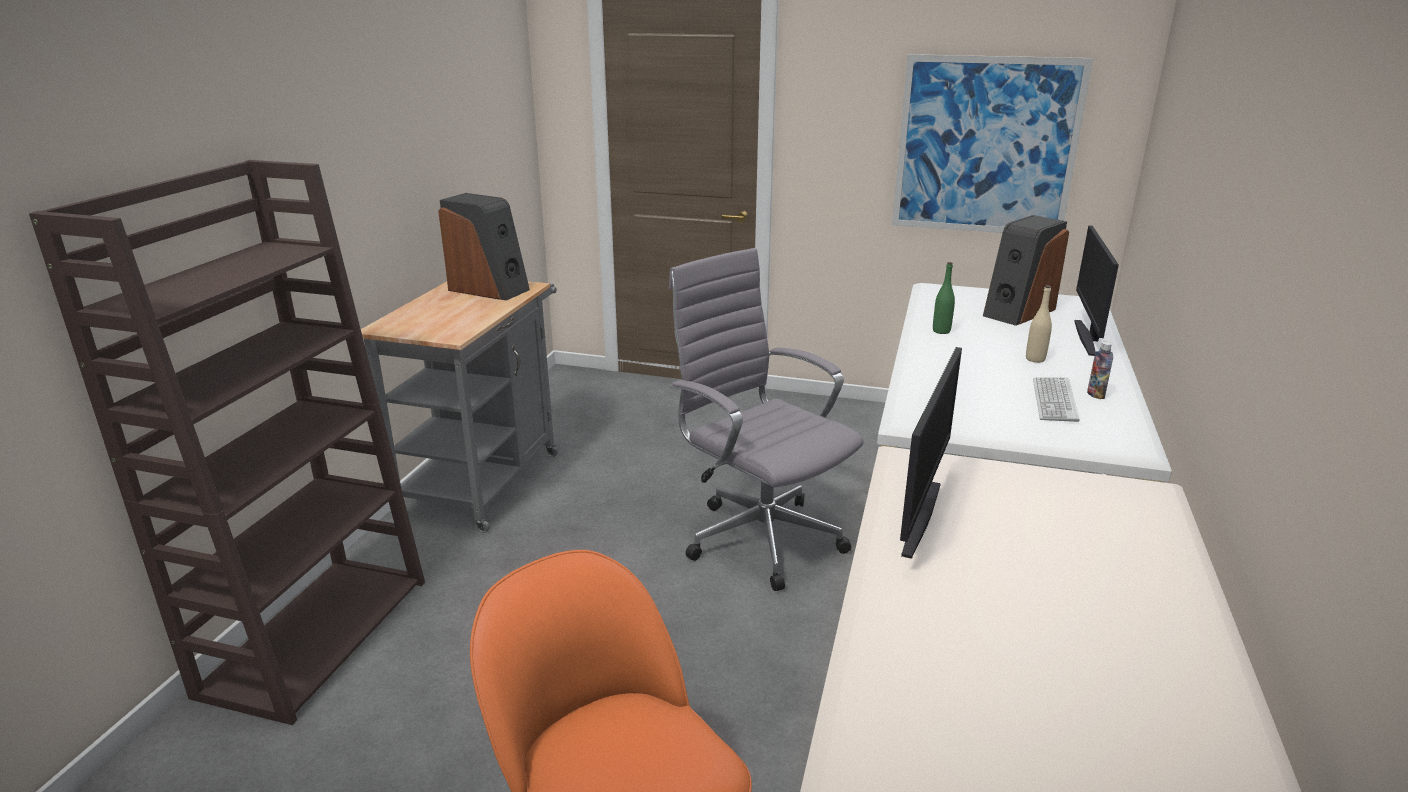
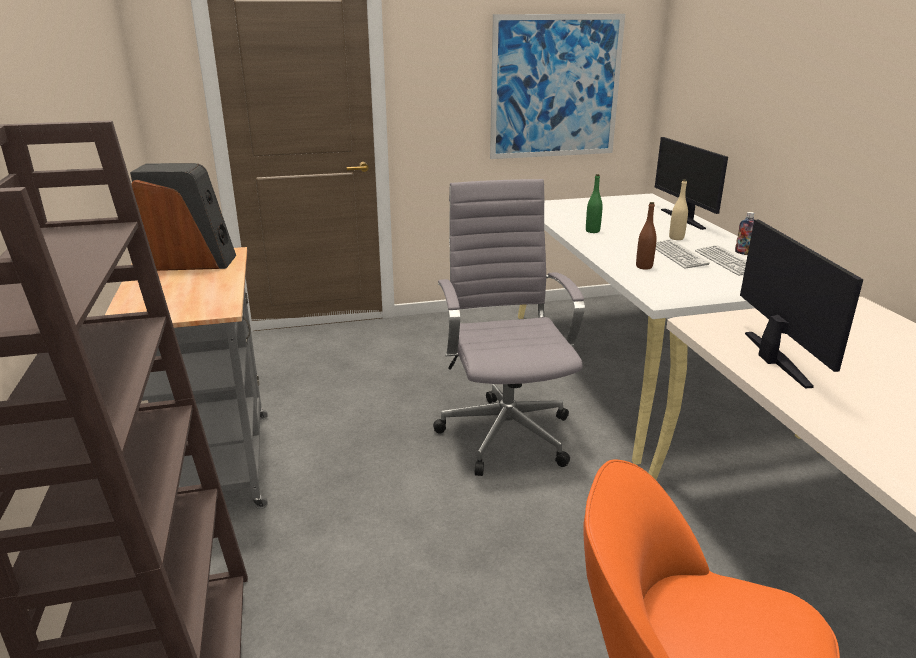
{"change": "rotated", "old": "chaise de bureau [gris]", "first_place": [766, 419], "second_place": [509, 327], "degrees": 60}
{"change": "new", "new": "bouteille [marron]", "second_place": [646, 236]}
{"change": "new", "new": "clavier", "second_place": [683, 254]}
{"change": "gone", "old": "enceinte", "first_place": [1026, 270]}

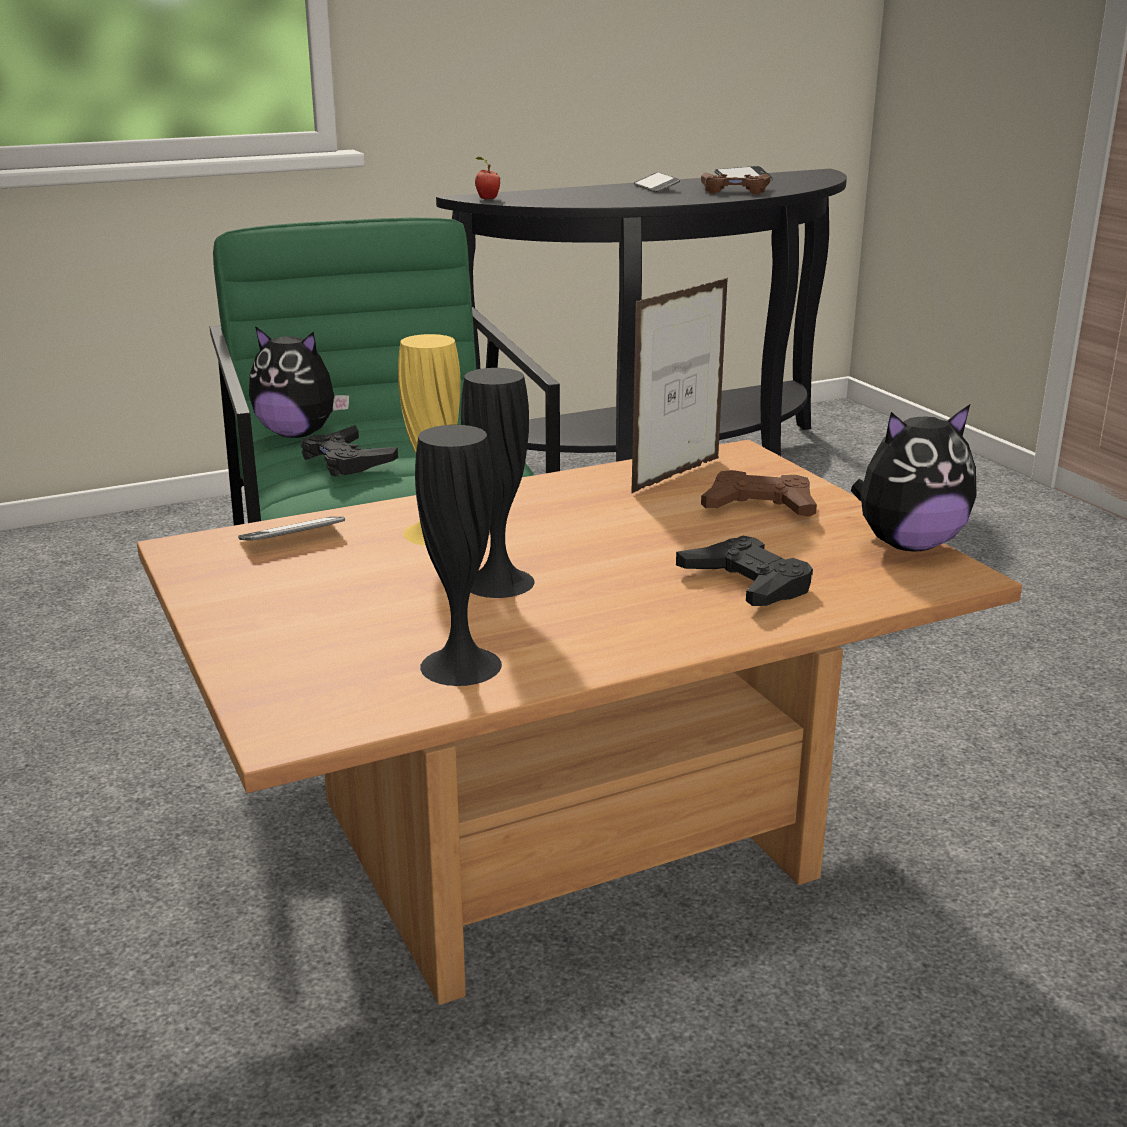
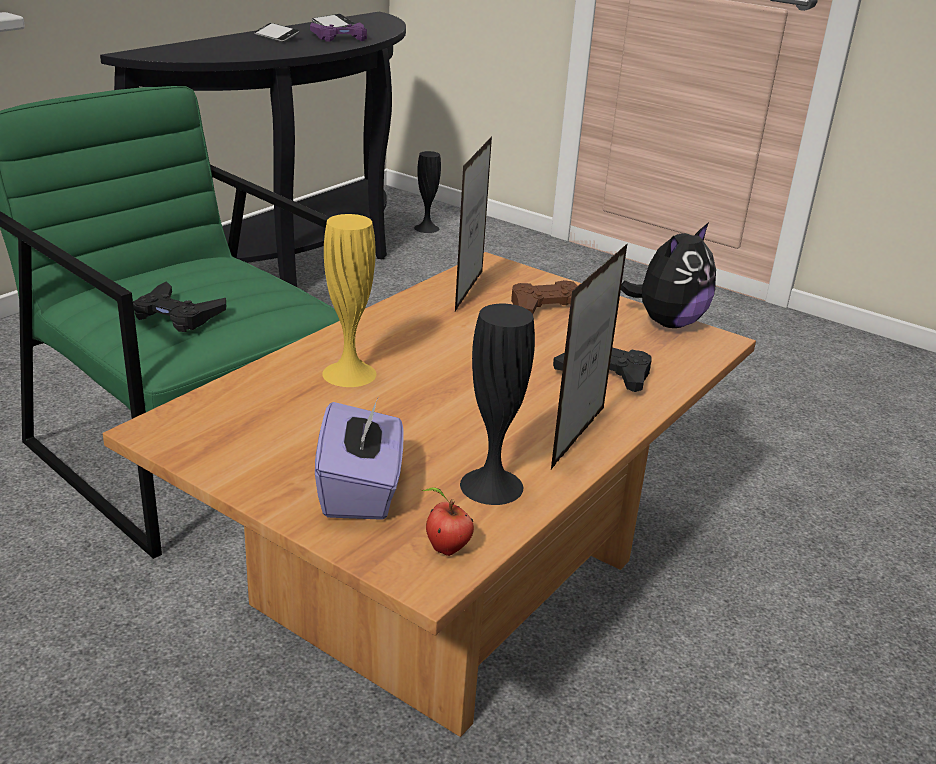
{"change": "repainted", "old": "manette [marron]", "new": "manette [violet]", "first_place": [735, 183], "second_place": [338, 32]}
{"change": "new", "new": "boîte à mouchoirs [violet]", "second_place": [359, 458]}
{"change": "shifted", "old": "vase [noir]", "first_place": [498, 483], "second_place": [427, 192]}
{"change": "shifted", "old": "pomme", "first_place": [487, 178], "second_place": [448, 521]}
{"change": "new", "new": "cadre photo", "second_place": [589, 356]}
{"change": "gone", "old": "téléphone", "first_place": [291, 529]}
{"change": "gone", "old": "peluche", "first_place": [299, 382]}

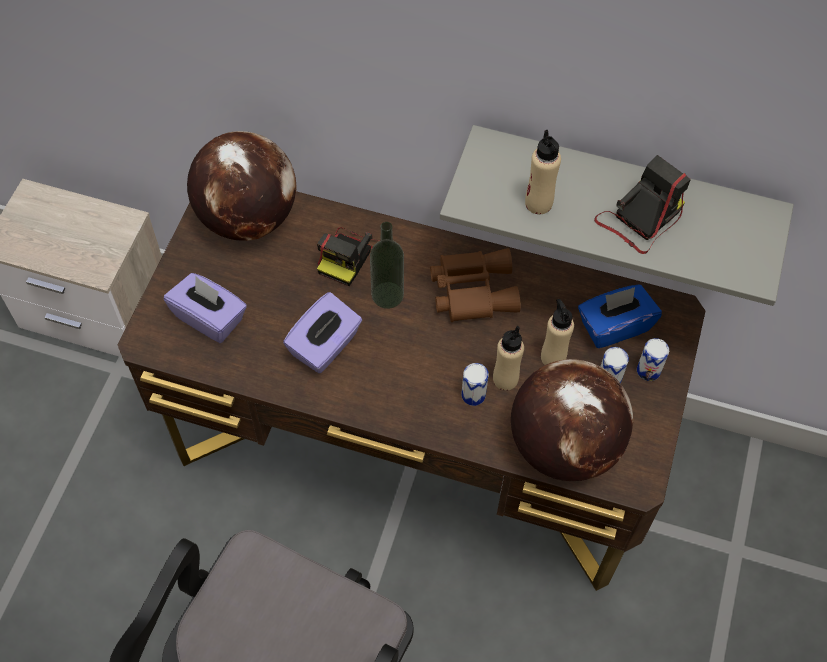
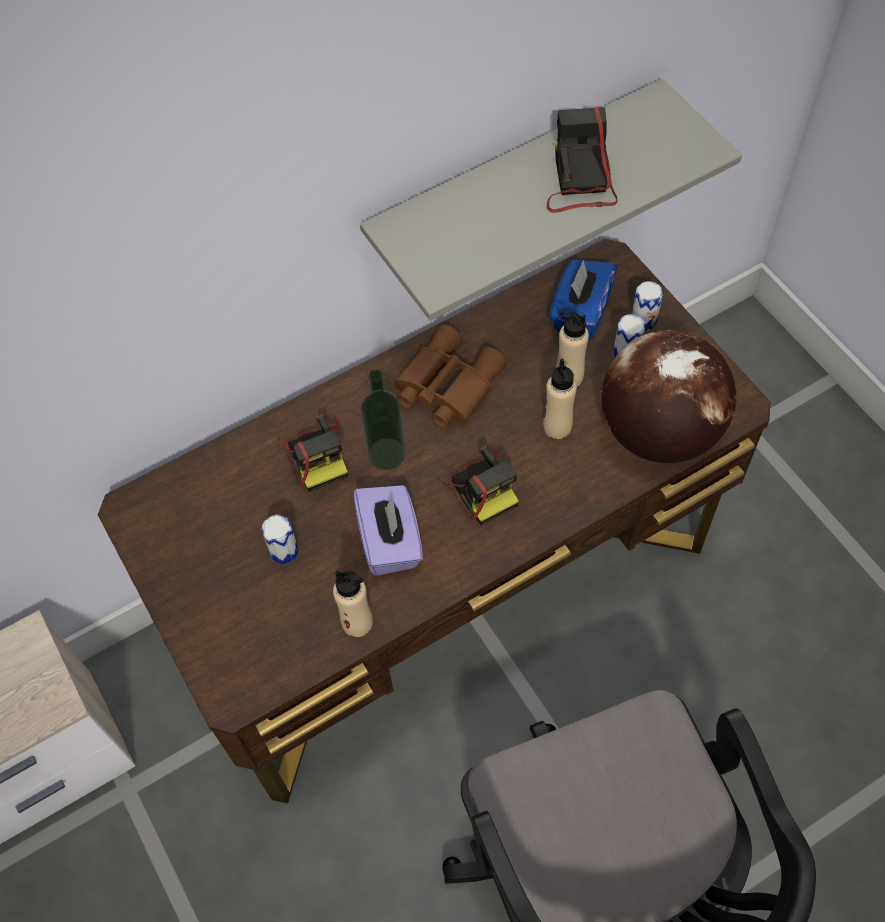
{"change": "shifted", "old": "boîte métallique", "first_place": [475, 384], "second_place": [280, 539]}
{"change": "shifted", "old": "bouteille [beige]", "first_place": [543, 172], "second_place": [353, 603]}
{"change": "new", "new": "appareil photo", "second_place": [478, 484]}
{"change": "gone", "old": "boîte à mouchoirs [violet]", "first_place": [205, 308]}
{"change": "gone", "old": "globe", "first_place": [241, 186]}

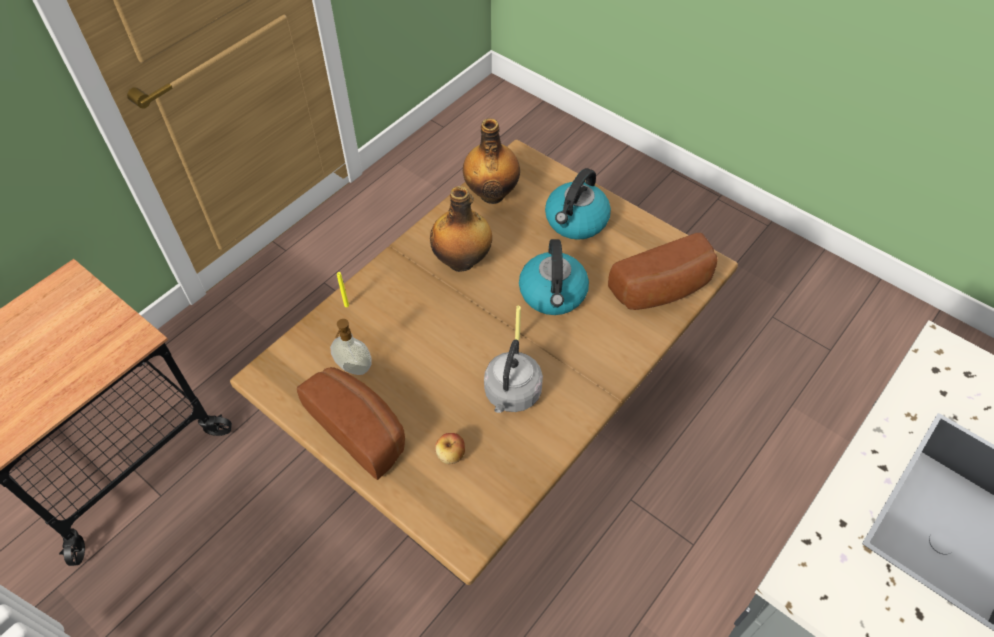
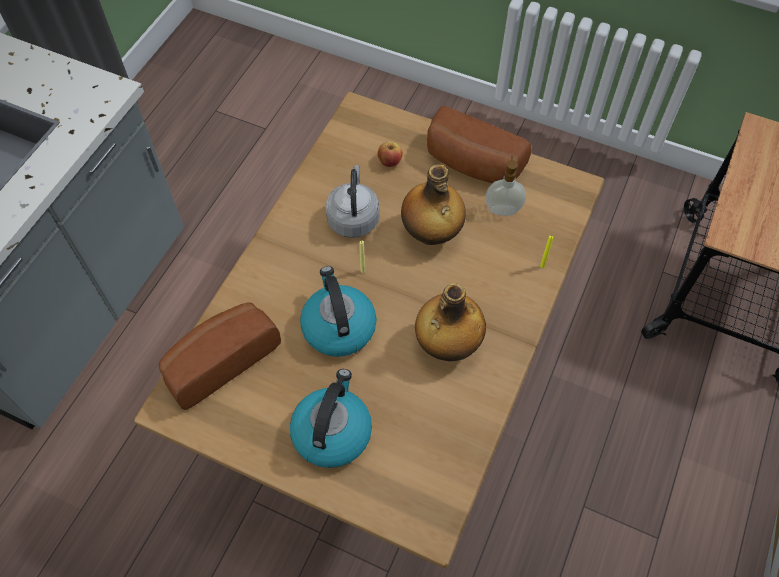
{"change": "shifted", "old": "bouteille", "first_place": [491, 161], "second_place": [433, 204]}

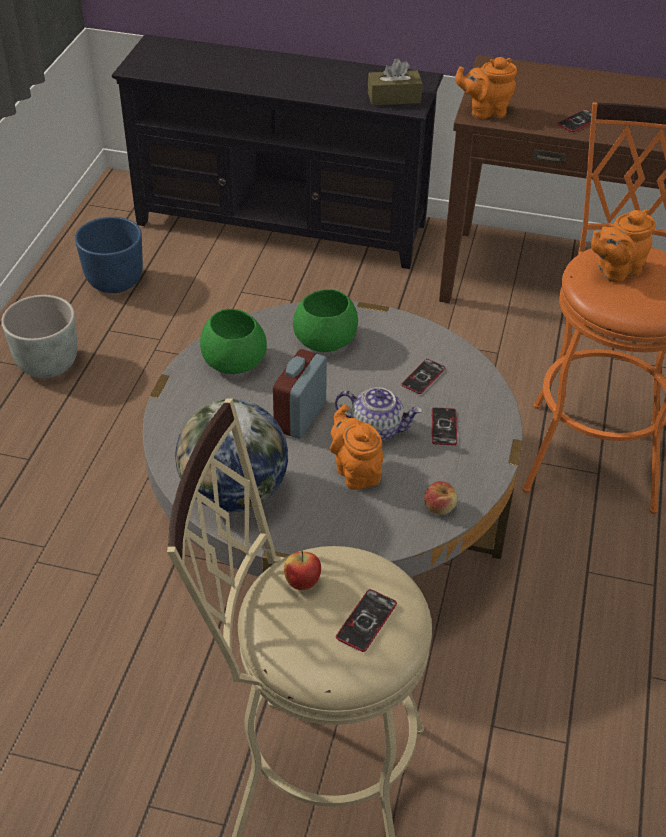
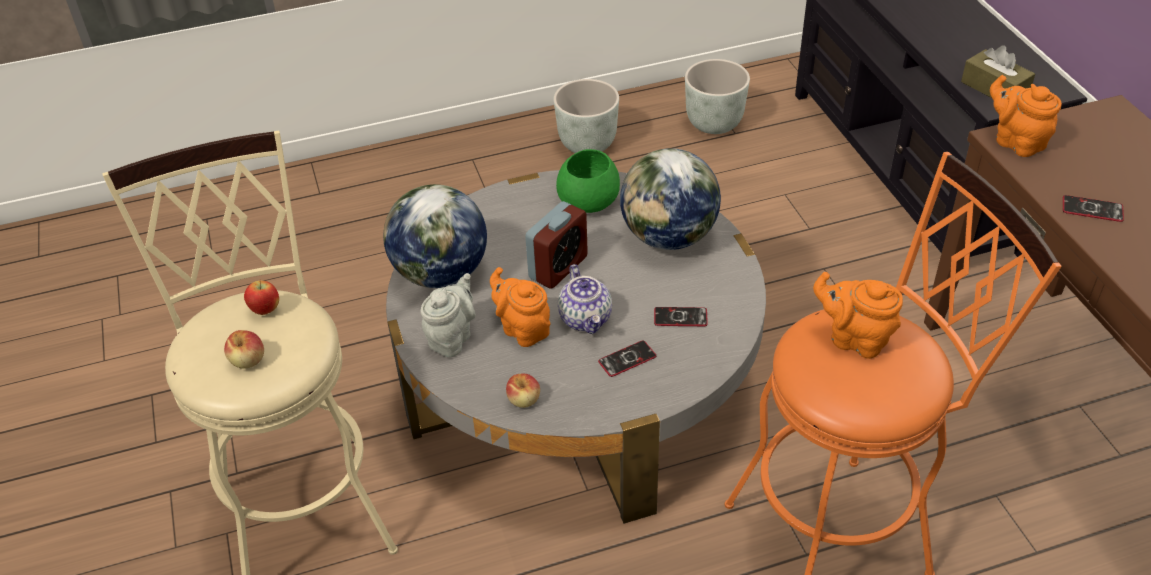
{"change": "swapped", "old": "téléphone", "new": "pomme", "first_place": [366, 620], "second_place": [244, 349]}
{"change": "new", "new": "théière [gris]", "second_place": [448, 315]}
{"change": "rotated", "old": "théière [orange]", "first_place": [356, 447], "second_place": [520, 307], "degrees": -75}
{"change": "rotated", "old": "réveil", "first_place": [300, 394], "second_place": [556, 245], "degrees": 135}
{"change": "swapped", "old": "bol [vert]", "new": "globe", "first_place": [325, 320], "second_place": [670, 199]}
{"change": "repainted", "old": "cache-pot [bleu]", "new": "cache-pot [gris]", "first_place": [109, 255], "second_place": [717, 96]}

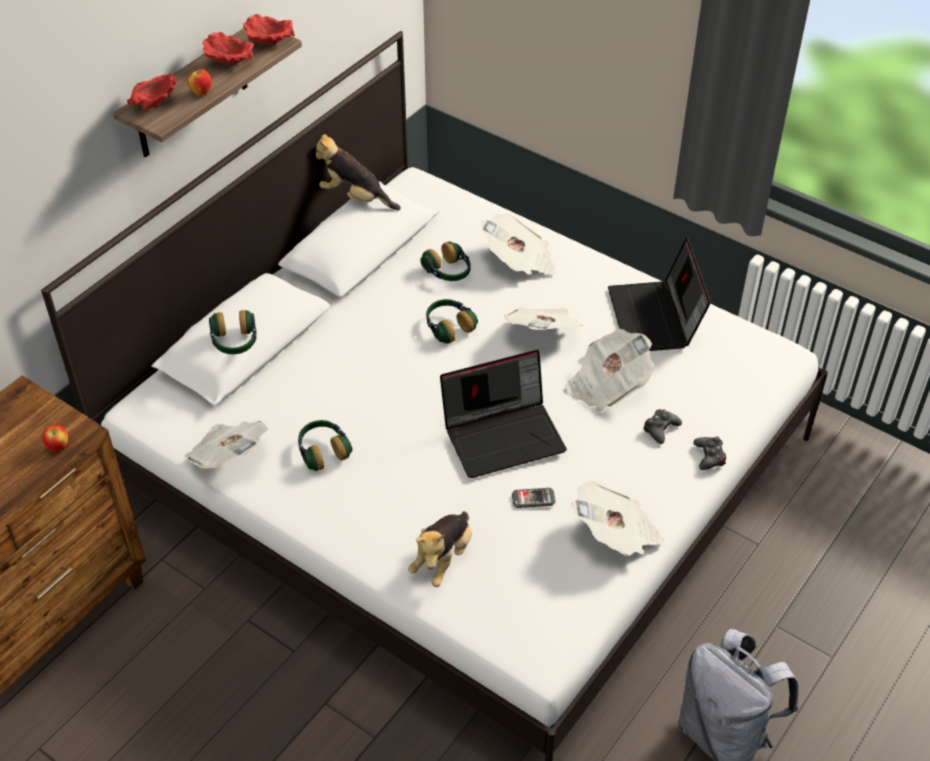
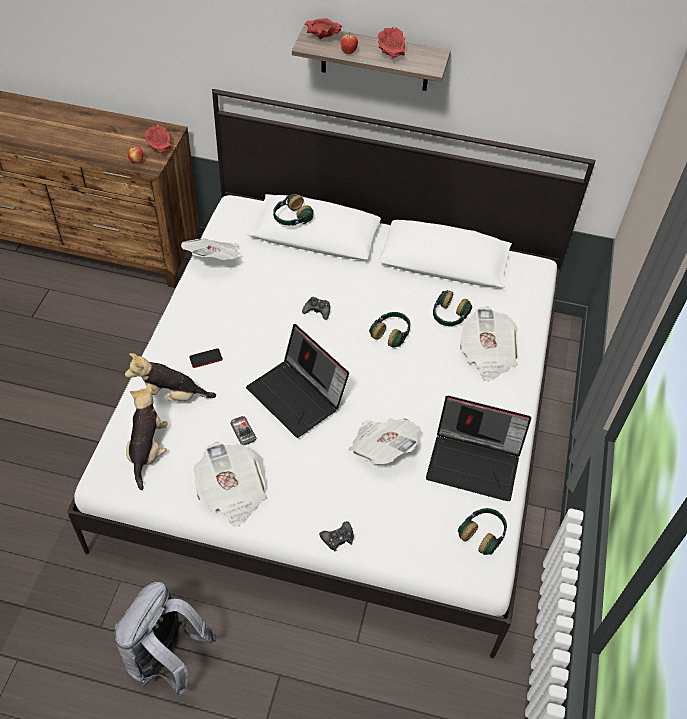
{"change": "shifted", "old": "peluche", "first_place": [358, 172], "second_place": [147, 437]}
{"change": "shifted", "old": "bol [rouge]", "first_place": [269, 29], "second_place": [158, 139]}
{"change": "new", "new": "téléphone", "second_place": [206, 358]}
{"change": "shifted", "old": "manette [noir]", "first_place": [663, 426], "second_place": [316, 308]}
{"change": "rotated", "old": "ordinateur portable", "first_place": [659, 294], "second_place": [478, 448], "degrees": -135}
{"change": "shifted", "old": "casque audio", "first_place": [325, 445], "second_place": [482, 531]}
{"change": "gone", "old": "journal", "first_place": [543, 319]}

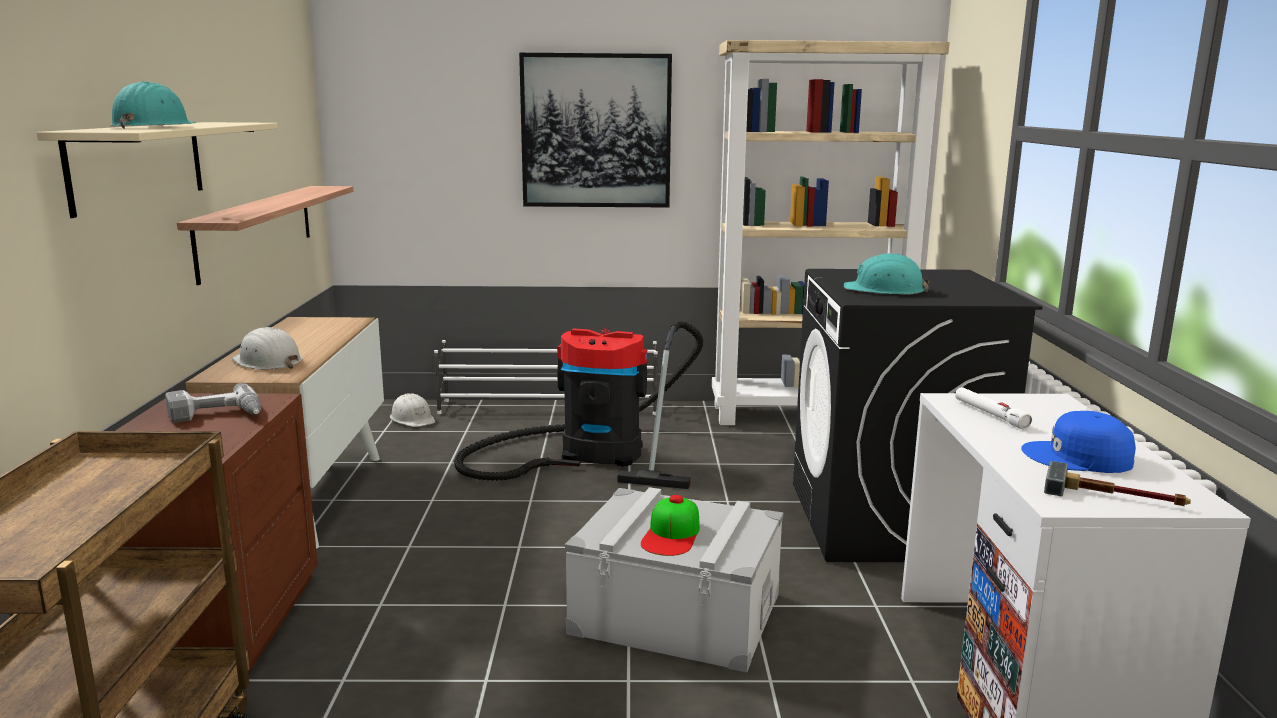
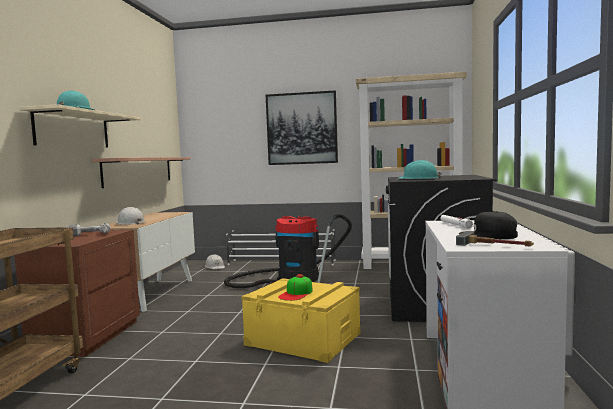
{"change": "repainted", "old": "boîte de rangement [gris]", "new": "boîte de rangement [jaune]", "first_place": [674, 580], "second_place": [300, 320]}
{"change": "repainted", "old": "casquette [bleu]", "new": "casquette [noir]", "first_place": [1078, 442], "second_place": [488, 225]}

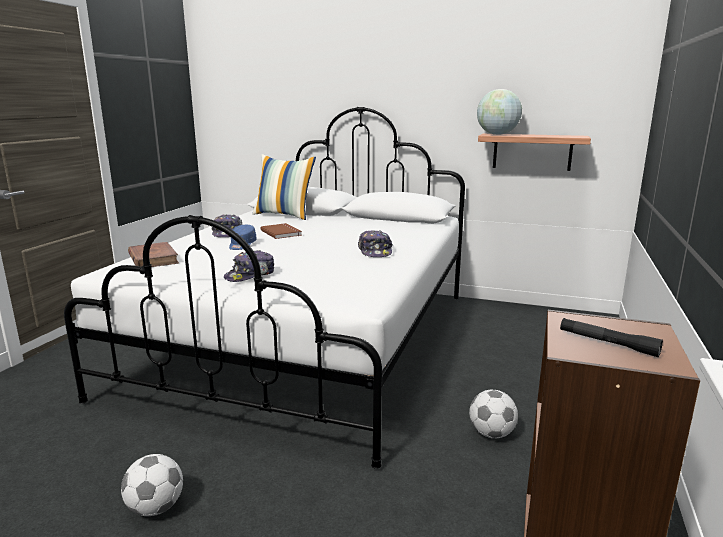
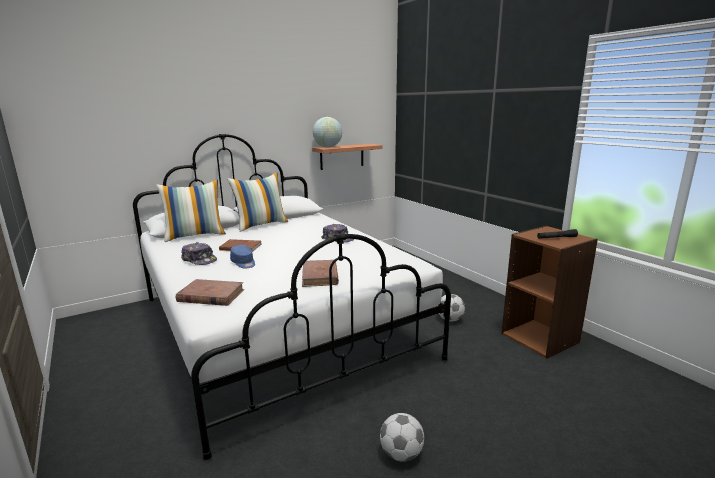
{"change": "new", "new": "coussin", "second_place": [257, 202]}
{"change": "swapped", "old": "casquette", "new": "livre [marron]", "first_place": [249, 266], "second_place": [320, 273]}

